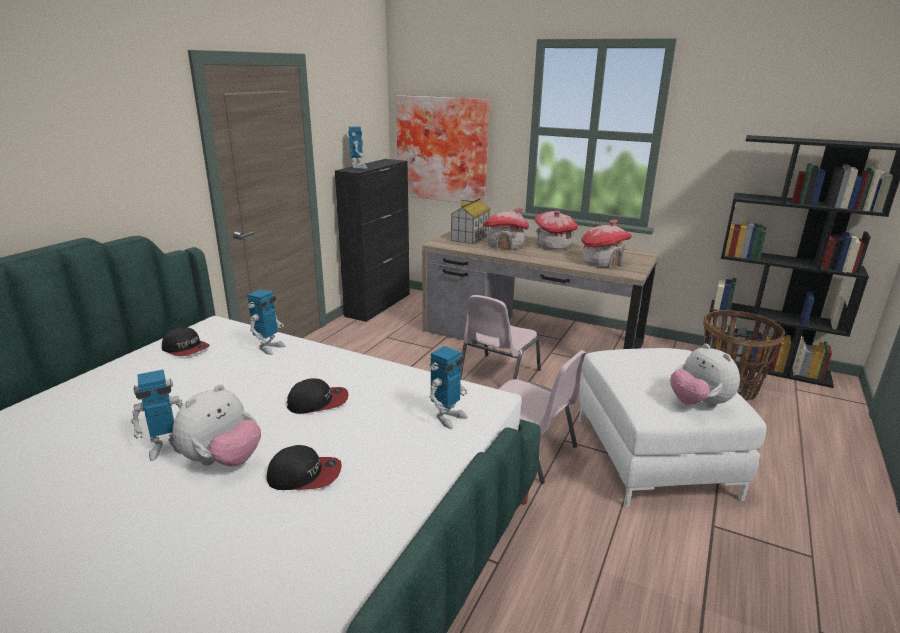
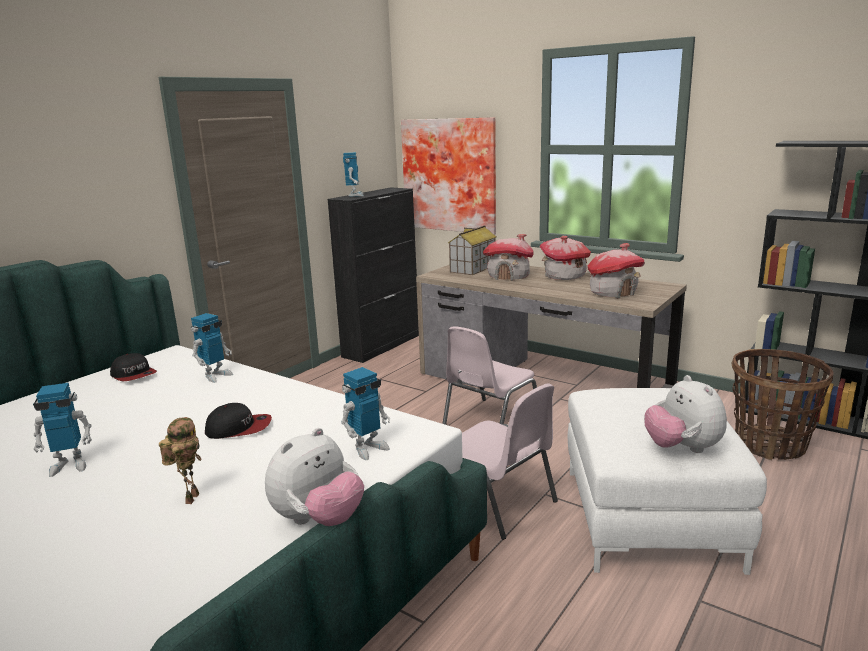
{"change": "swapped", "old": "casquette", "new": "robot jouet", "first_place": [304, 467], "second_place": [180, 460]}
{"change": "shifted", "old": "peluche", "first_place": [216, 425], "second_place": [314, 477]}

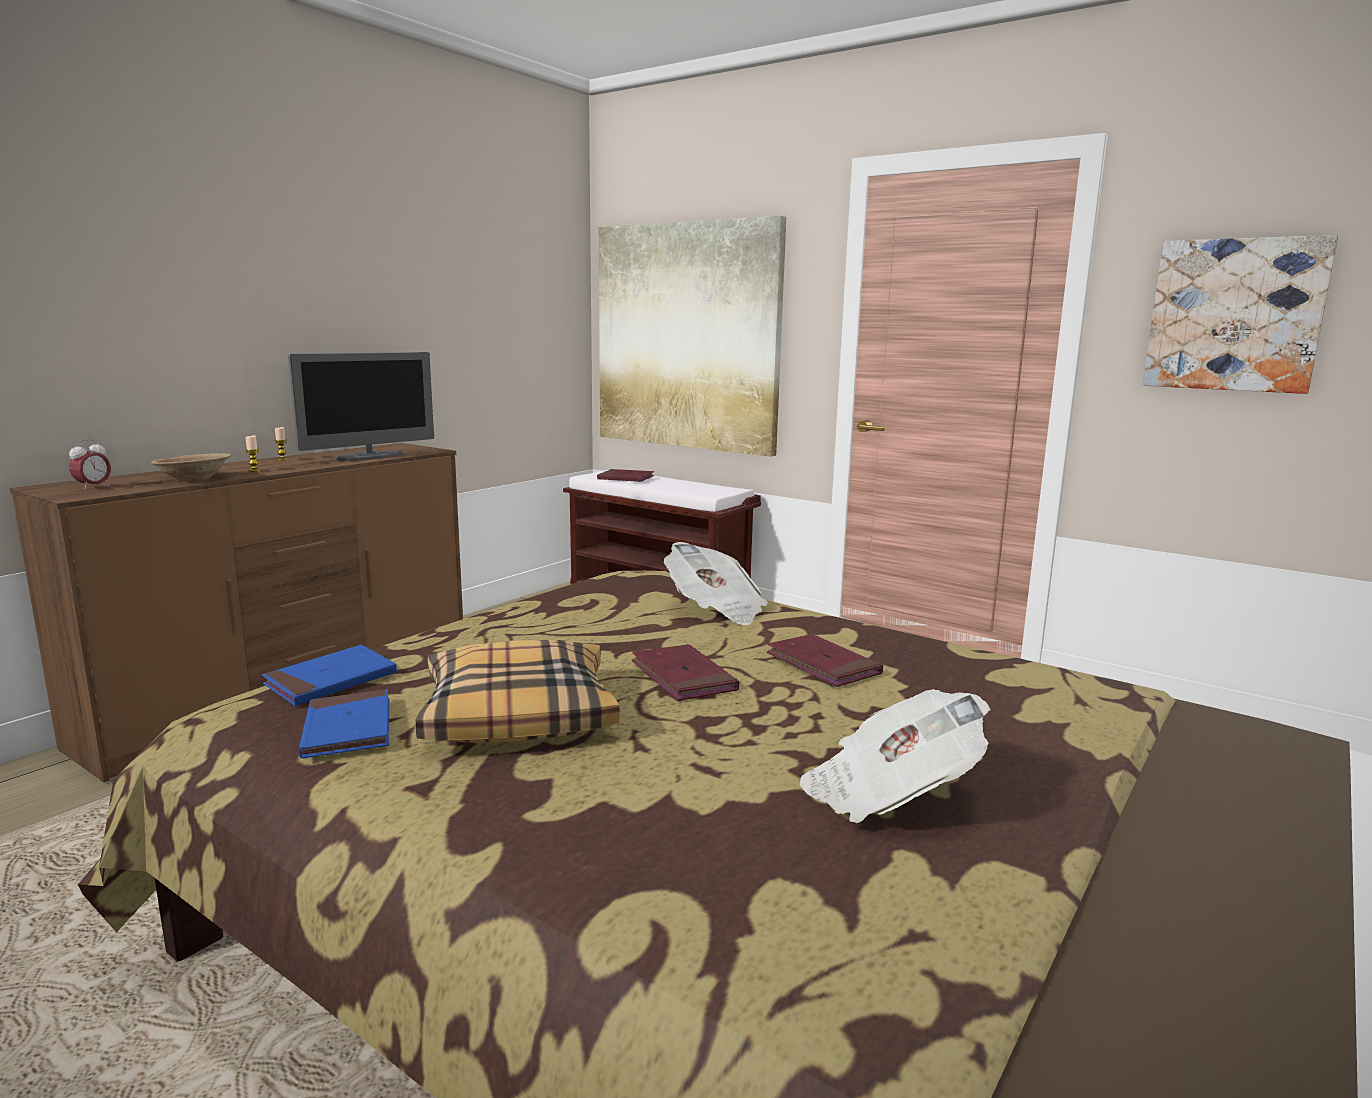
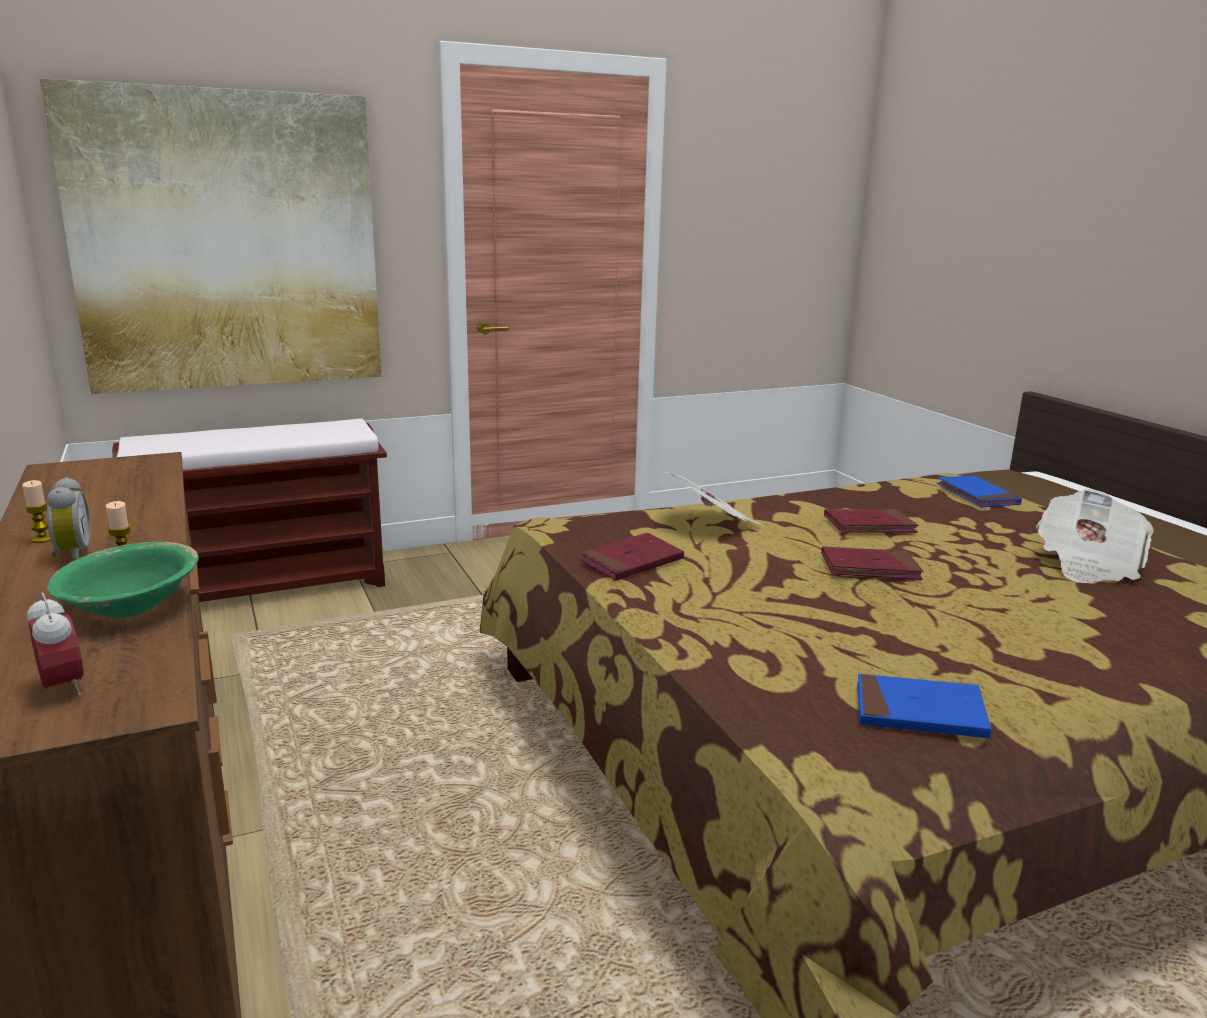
{"change": "new", "new": "réveil", "second_place": [68, 518]}
{"change": "repainted", "old": "bol [marron]", "new": "bol [vert]", "first_place": [191, 467], "second_place": [123, 580]}
{"change": "shifted", "old": "livre [rouge]", "first_place": [625, 475], "second_place": [632, 557]}
{"change": "shifted", "old": "livre [bleu]", "first_place": [329, 675], "second_place": [979, 491]}
{"change": "gone", "old": "écran d'ordinateur", "first_place": [361, 406]}
{"change": "gone", "old": "coussin", "first_place": [517, 691]}
{"change": "gone", "old": "tableau", "first_place": [1240, 314]}

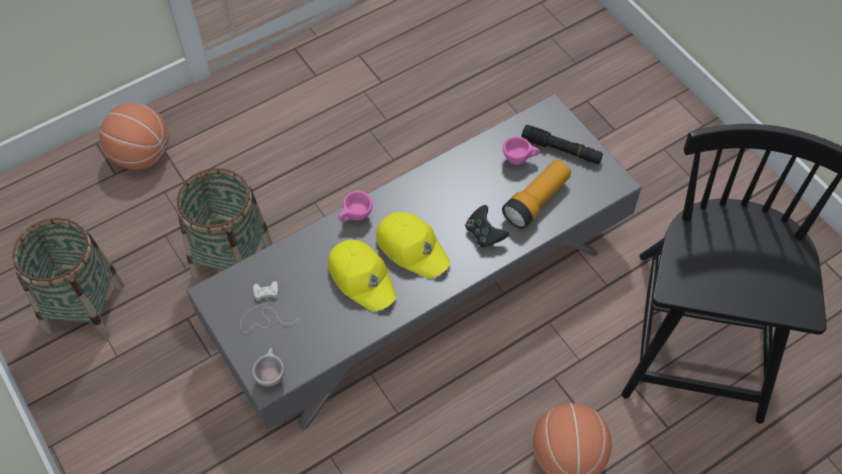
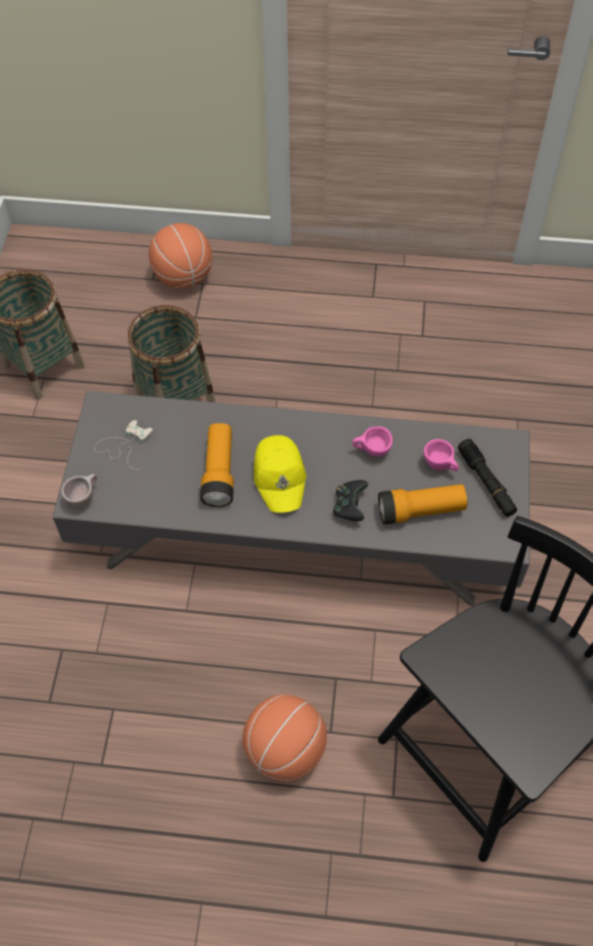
{"change": "swapped", "old": "casquette [jaune]", "new": "lampe de poche", "first_place": [362, 275], "second_place": [217, 465]}
{"change": "shifted", "old": "tasse [rose]", "first_place": [355, 206], "second_place": [372, 441]}

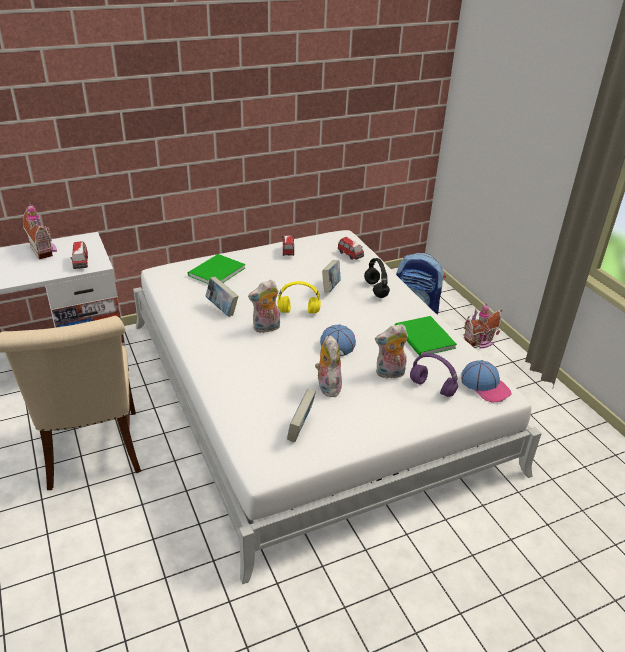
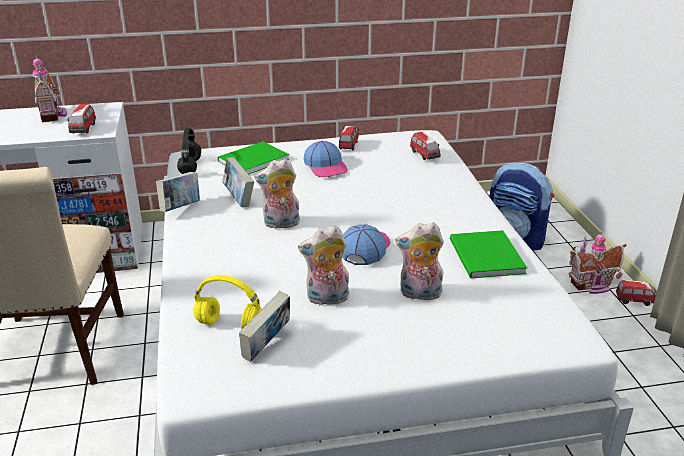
{"change": "shifted", "old": "livre", "first_place": [331, 276], "second_place": [178, 192]}
{"change": "shifted", "old": "casque audio [noir]", "first_place": [377, 278], "second_place": [189, 151]}
{"change": "shifted", "old": "casque audio [jaune]", "first_place": [299, 297], "second_place": [227, 302]}
{"change": "rotated", "old": "peluche", "first_place": [328, 366], "second_place": [323, 265], "degrees": -105}
{"change": "shifted", "old": "casquette", "first_place": [486, 381], "second_place": [326, 159]}
{"change": "new", "new": "petite voiture", "second_place": [636, 293]}
{"change": "gone", "old": "casque audio [violet]", "first_place": [434, 375]}

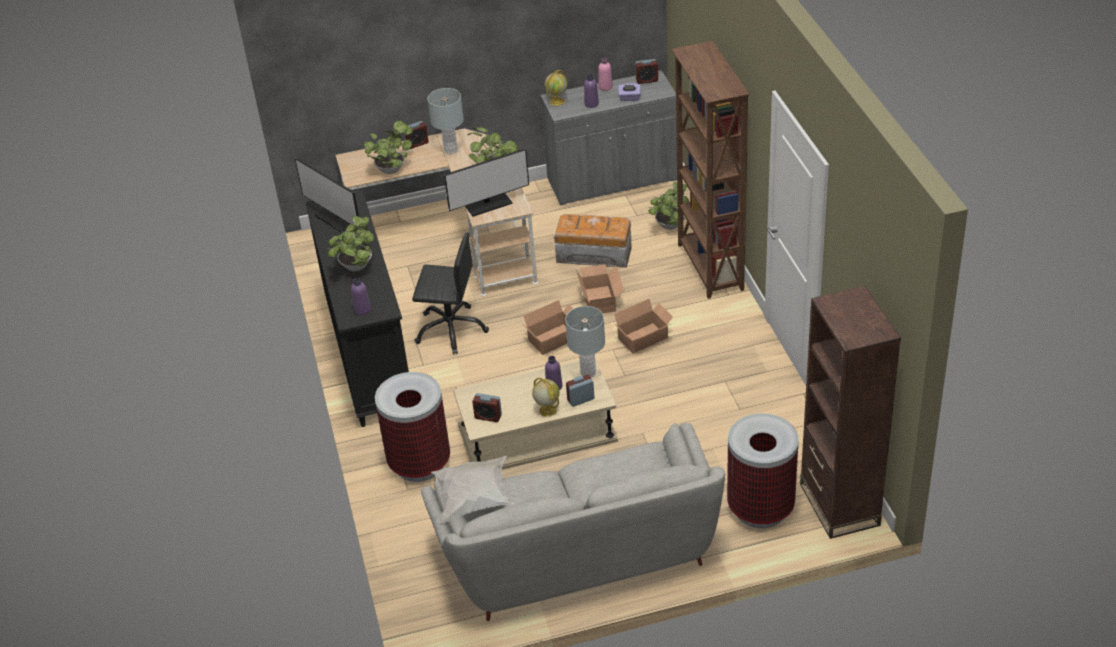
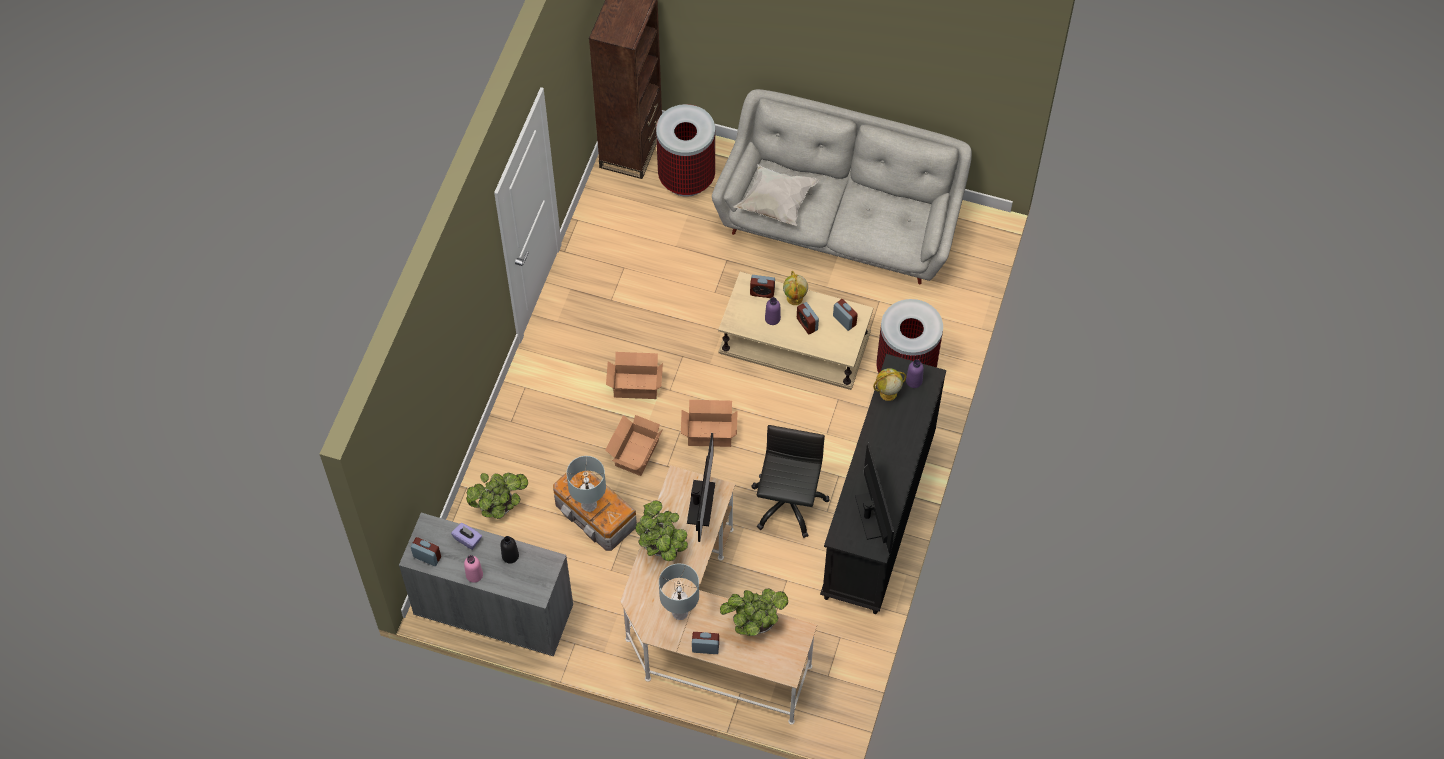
{"change": "repainted", "old": "bouteille [violet]", "new": "bouteille [noir]", "first_place": [591, 91], "second_place": [509, 550]}
{"change": "shifted", "old": "lampe de table [gris]", "first_place": [585, 342], "second_place": [586, 484]}
{"change": "rotated", "old": "écran d'ordinateur", "first_place": [486, 182], "second_place": [701, 487], "degrees": 90}
{"change": "shifted", "old": "coussin [blanc]", "first_place": [472, 490], "second_place": [776, 195]}
{"change": "rotated", "old": "chaise de bureau [noir]", "first_place": [450, 293], "second_place": [790, 481], "degrees": 60}
{"change": "new", "new": "réveil", "second_place": [808, 318]}
{"change": "shifted", "old": "globe", "first_place": [556, 88], "second_place": [889, 384]}
{"change": "gone", "old": "plante en pot", "first_place": [350, 243]}
{"change": "gone", "old": "bibliothèque [marron]", "first_place": [710, 170]}

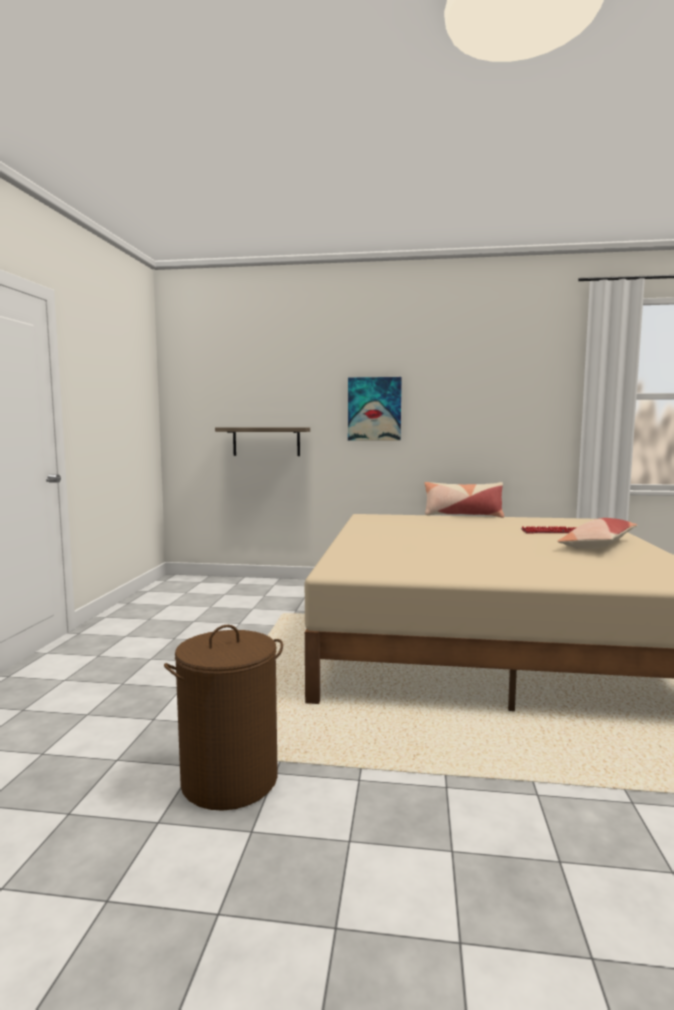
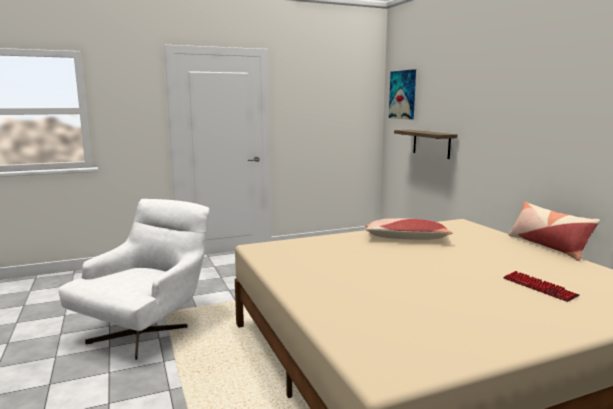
{"change": "swapped", "old": "panier à linge [marron]", "new": "fauteuil [blanc]", "first_place": [223, 718], "second_place": [134, 279]}
{"change": "shifted", "old": "coussin", "first_place": [597, 533], "second_place": [409, 229]}
{"change": "shifted", "old": "tableau", "first_place": [375, 409], "second_place": [402, 94]}

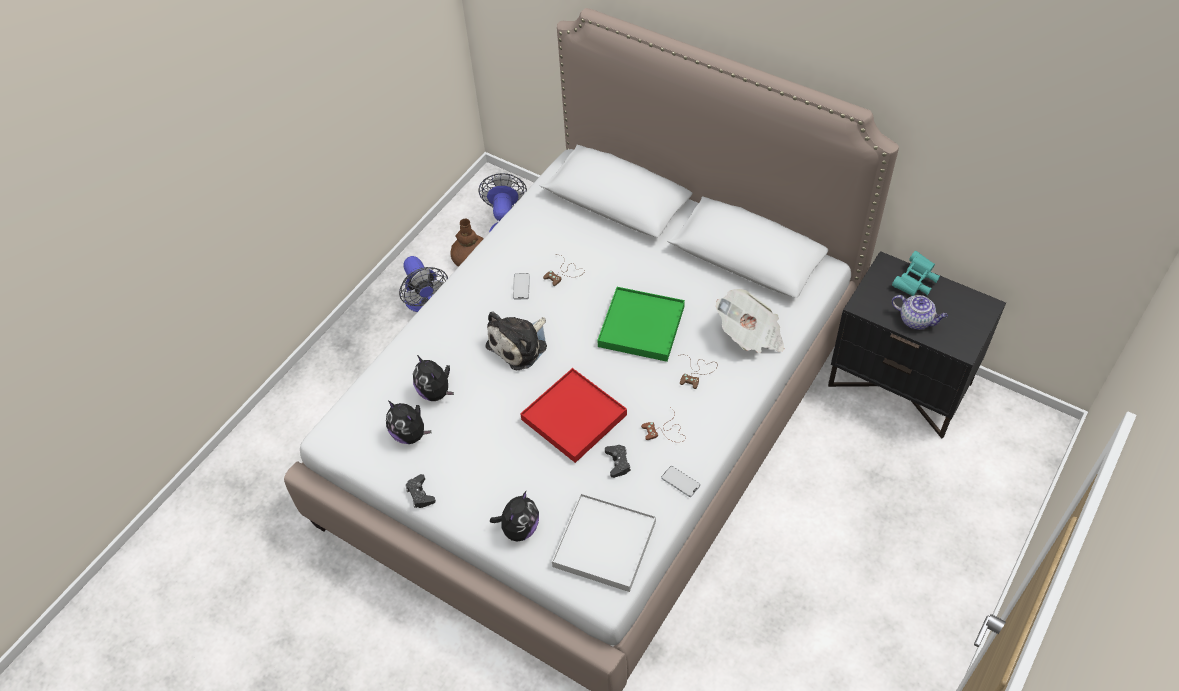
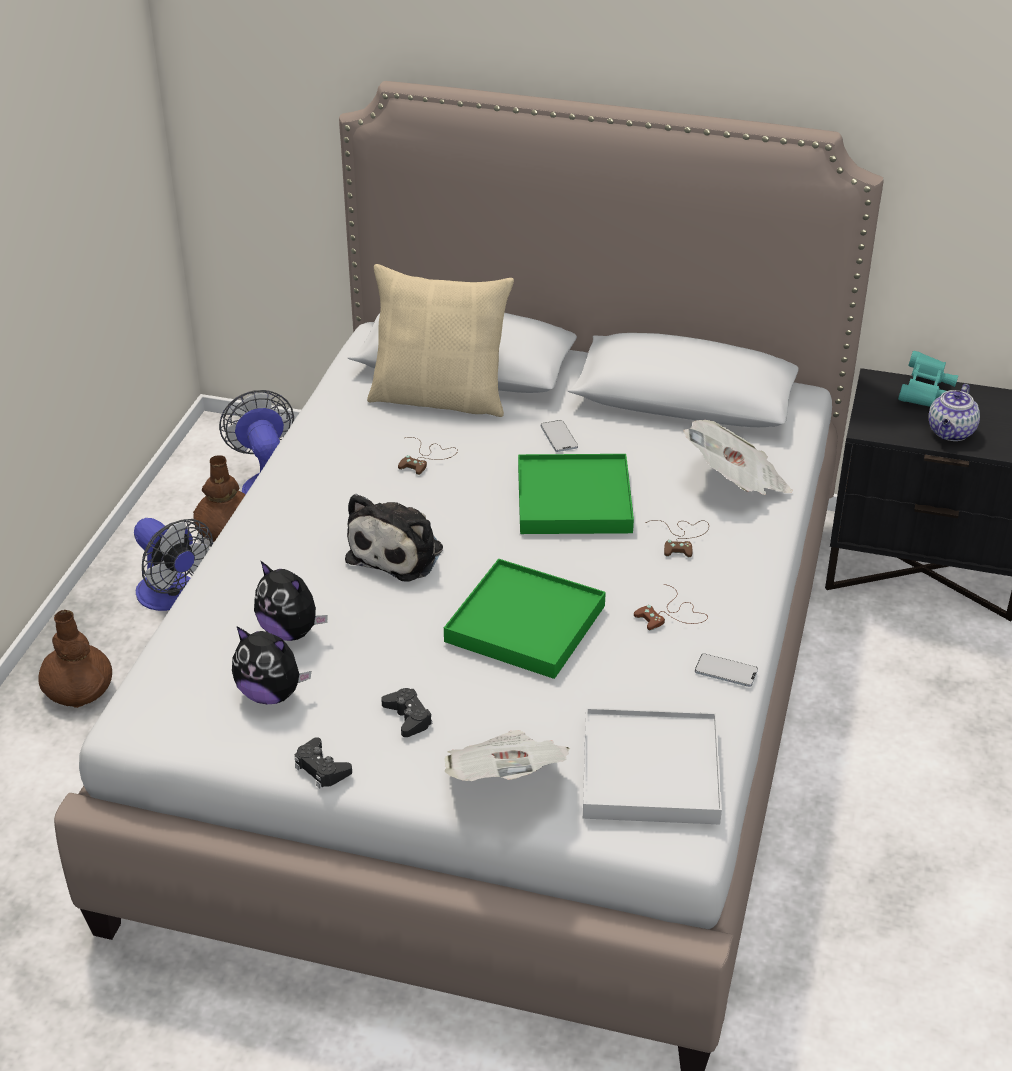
{"change": "new", "new": "vase [marron]", "second_place": [75, 659]}
{"change": "new", "new": "coussin [beige]", "second_place": [440, 340]}
{"change": "shifted", "old": "manette [noir]", "first_place": [618, 461], "second_place": [407, 712]}
{"change": "repainted", "old": "plateau [rouge]", "new": "plateau [vert]", "first_place": [573, 415], "second_place": [525, 619]}
{"change": "swapped", "old": "peluche", "new": "journal", "first_place": [514, 516], "second_place": [507, 755]}
{"change": "shifted", "old": "téléphone", "first_place": [521, 286], "second_place": [559, 436]}
{"change": "rotated", "old": "théière", "first_place": [920, 312], "second_place": [954, 412], "degrees": 105}

